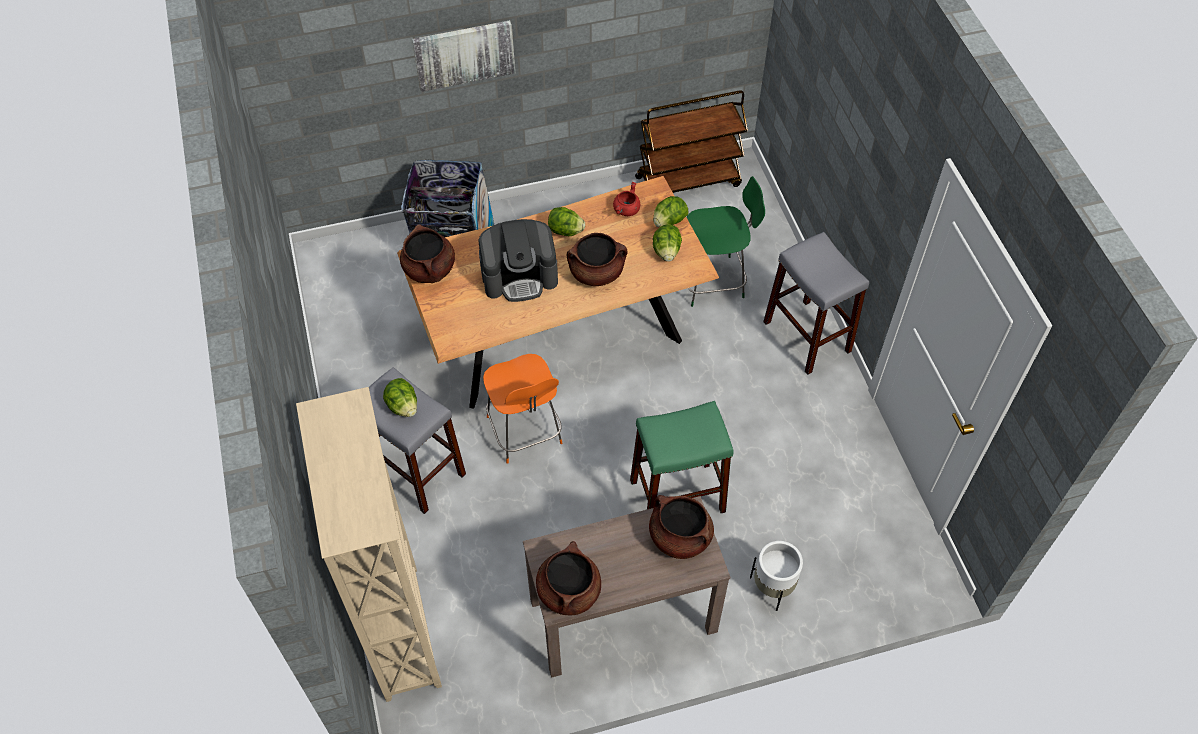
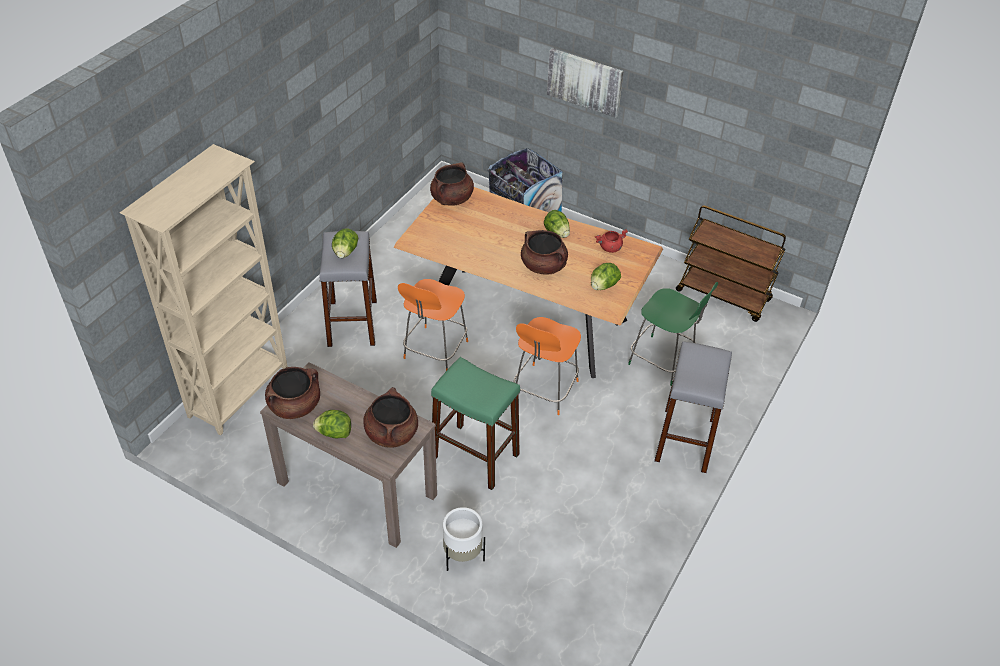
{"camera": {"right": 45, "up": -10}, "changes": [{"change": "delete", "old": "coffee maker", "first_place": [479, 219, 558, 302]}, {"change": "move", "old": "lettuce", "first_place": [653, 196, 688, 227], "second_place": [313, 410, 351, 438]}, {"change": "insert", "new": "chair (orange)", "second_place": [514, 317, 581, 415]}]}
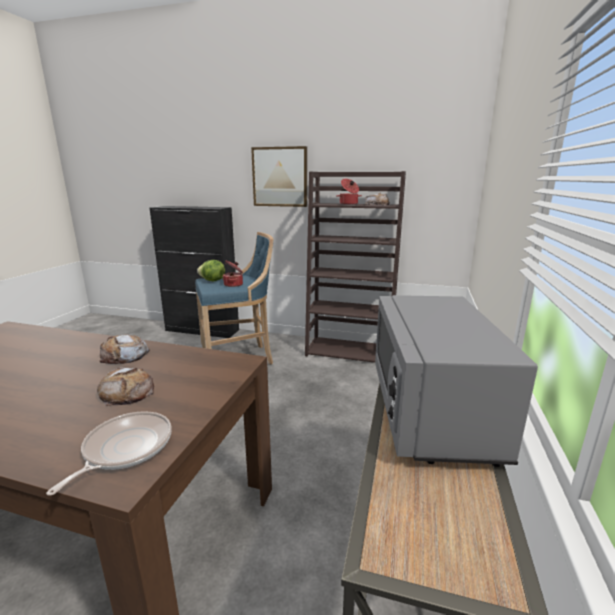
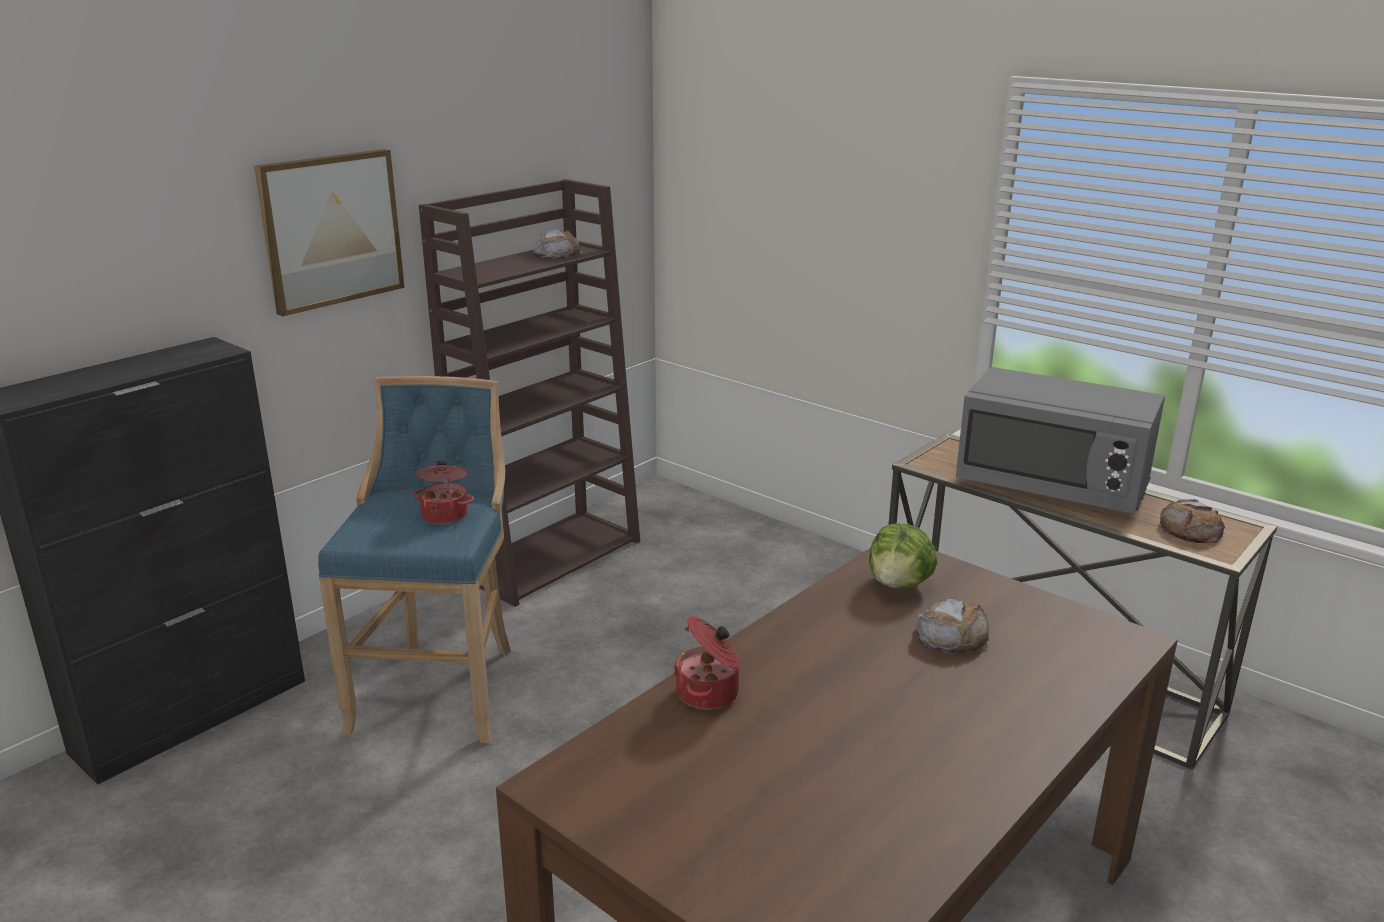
{"camera": {"right": -65, "up": 5}, "changes": [{"change": "delete", "old": "skillet", "first_place": [46, 411, 171, 496]}, {"change": "move", "old": "bread", "first_place": [99, 334, 150, 364], "second_place": [1160, 499, 1225, 543]}, {"change": "move", "old": "lettuce", "first_place": [197, 260, 225, 281], "second_place": [869, 523, 937, 589]}, {"change": "move", "old": "stockpot", "first_place": [336, 178, 362, 205], "second_place": [673, 616, 740, 710]}]}
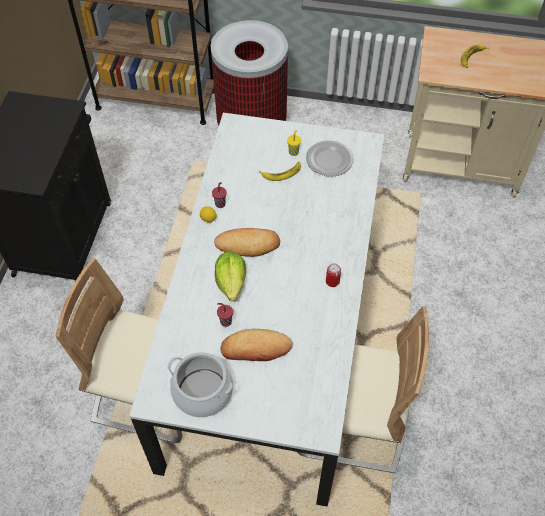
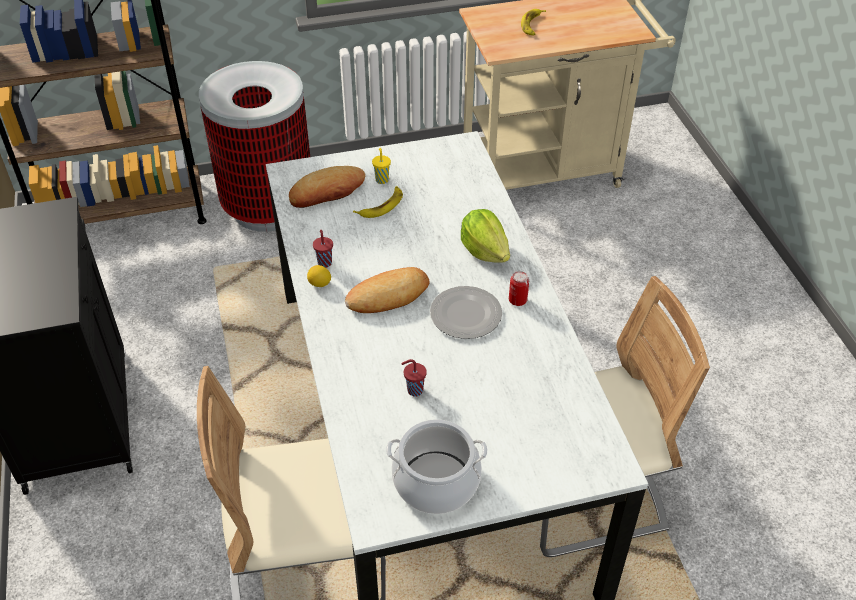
{"camera": {"right": -25, "up": -10}, "changes": [{"change": "move", "old": "lettuce", "first_place": [215, 252, 246, 301], "second_place": [461, 209, 510, 263]}, {"change": "move", "old": "bread", "first_place": [221, 329, 293, 361], "second_place": [289, 166, 366, 208]}, {"change": "move", "old": "dinner plate", "first_place": [306, 140, 353, 177], "second_place": [430, 286, 502, 339]}]}
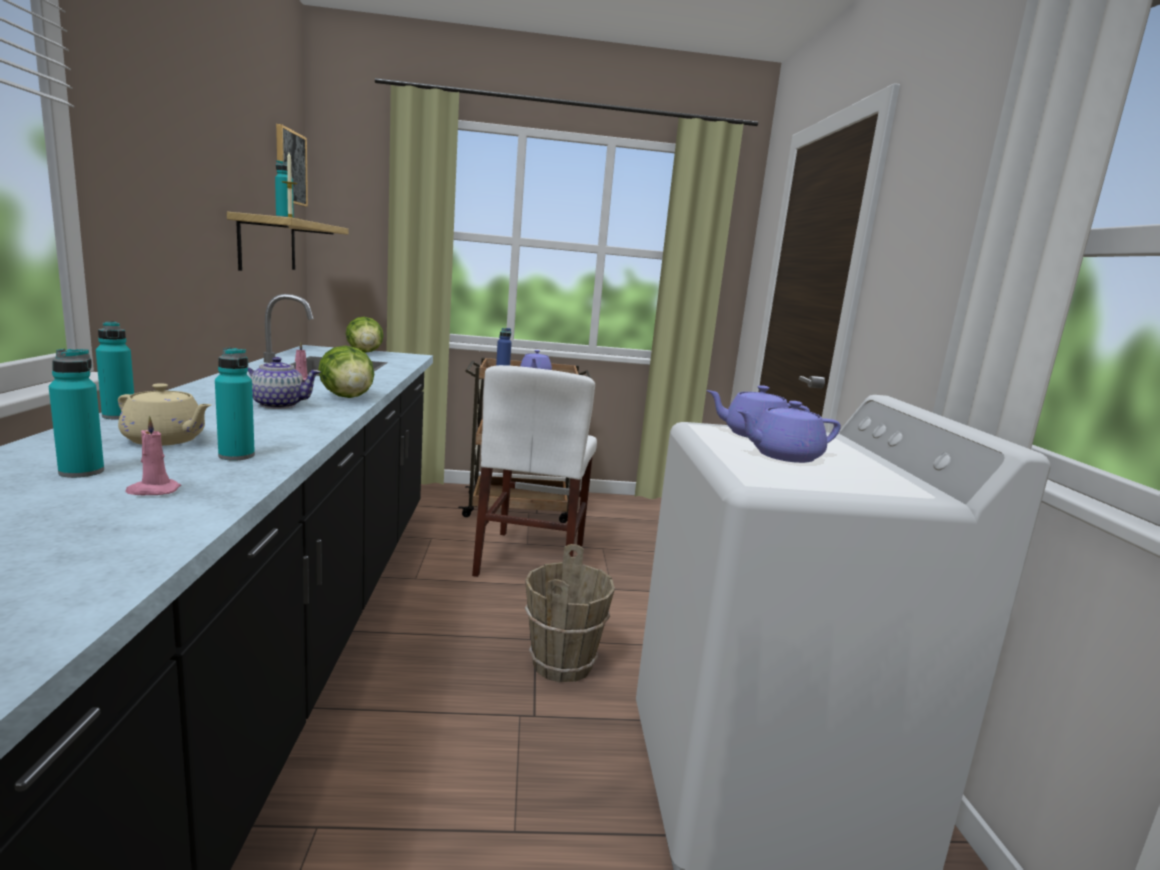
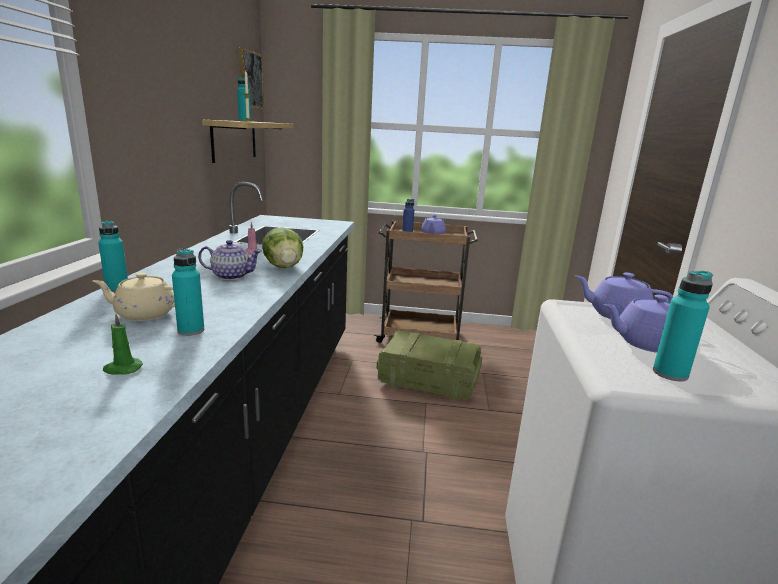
{"camera": {"right": 10, "up": 5}, "changes": [{"change": "move", "old": "drink bottle (turquoise)", "first_place": [49, 349, 104, 478], "second_place": [653, 271, 713, 381]}, {"change": "rotate", "old": "pot for tea (sand-coloured)", "first_place": [118, 383, 211, 446], "second_place": [93, 272, 175, 321], "degrees": 150}, {"change": "recolor", "old": "candle (pink)", "new": "candle (green-coloured)", "first_place": [126, 416, 181, 495], "second_place": [103, 314, 143, 375]}, {"change": "delete", "old": "lettuce", "first_place": [346, 317, 384, 353]}, {"change": "replace", "old": "chair (white)", "new": "crate", "first_place": [472, 365, 597, 577], "second_place": [377, 330, 482, 401]}, {"change": "delete", "old": "pail (brown-coloured)", "first_place": [525, 544, 615, 682]}]}
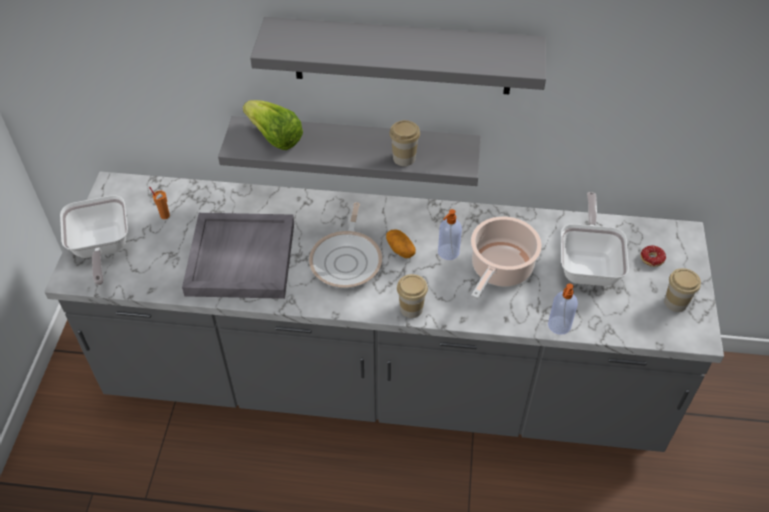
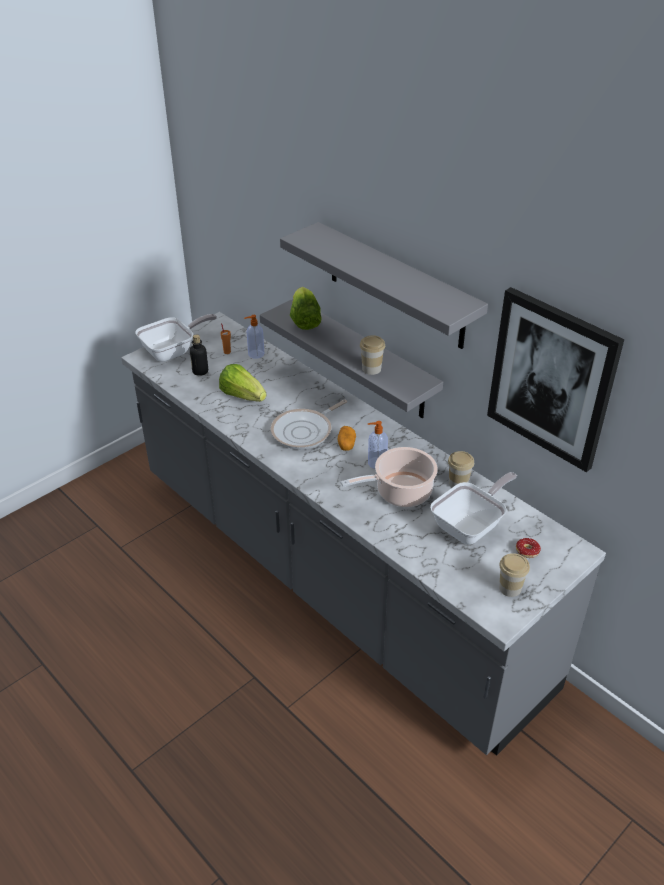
{"camera": {"right": 40, "up": -10}, "changes": [{"change": "rotate", "old": "skillet", "first_place": [60, 195, 128, 285], "second_place": [135, 314, 217, 362], "degrees": -150}, {"change": "replace", "old": "tray (greyish)", "new": "lettuce", "first_place": [182, 213, 294, 299], "second_place": [219, 364, 267, 402]}, {"change": "move", "old": "cup", "first_place": [397, 274, 428, 318], "second_place": [448, 451, 474, 488]}, {"change": "move", "old": "soap dispenser", "first_place": [548, 283, 578, 335], "second_place": [244, 315, 265, 359]}, {"change": "insert", "new": "drink bottle", "second_place": [190, 334, 208, 376]}, {"change": "insert", "new": "wall picture", "second_place": [487, 287, 624, 472]}]}
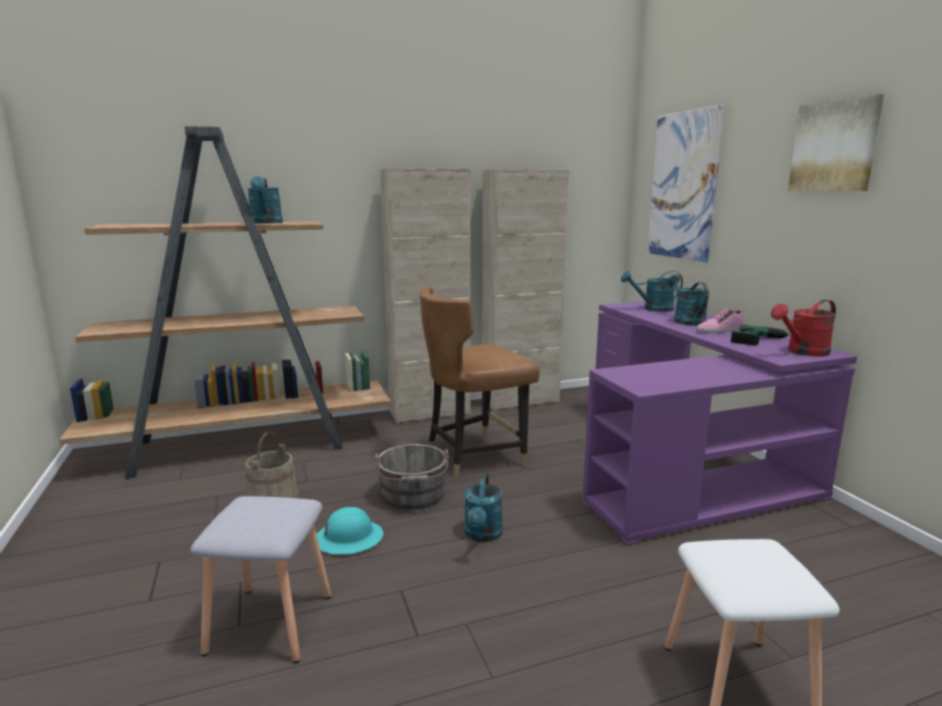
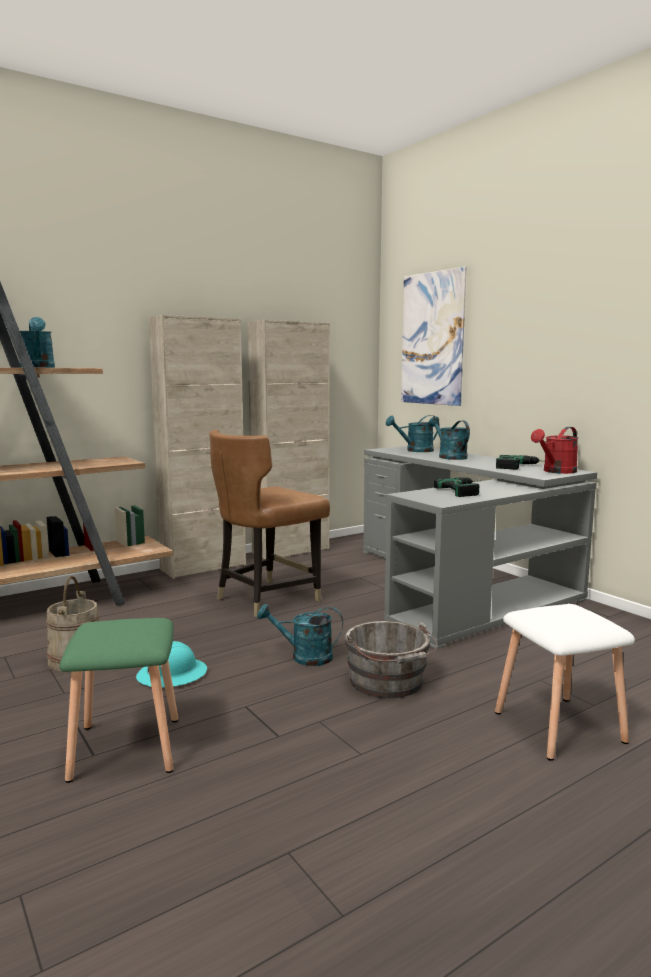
{"camera": {"right": -15, "up": -5}, "changes": [{"change": "recolor", "old": "sitting stool (greyish)", "new": "sitting stool (green-coloured)", "first_place": [190, 496, 331, 663], "second_place": [59, 618, 178, 783]}, {"change": "move", "old": "pail (greyish)", "first_place": [374, 444, 449, 510], "second_place": [345, 621, 438, 698]}, {"change": "rotate", "old": "sprinkling can (turquoise)", "first_place": [464, 473, 503, 542], "second_place": [257, 604, 343, 666], "degrees": 105}, {"change": "recolor", "old": "desk (purple)", "new": "desk (greyish)", "first_place": [582, 301, 857, 545], "second_place": [363, 446, 597, 649]}, {"change": "delete", "old": "item of footwear", "first_place": [696, 309, 744, 333]}, {"change": "delete", "old": "wall picture", "first_place": [788, 94, 884, 191]}, {"change": "insert", "new": "power drill", "second_place": [434, 477, 479, 497]}]}
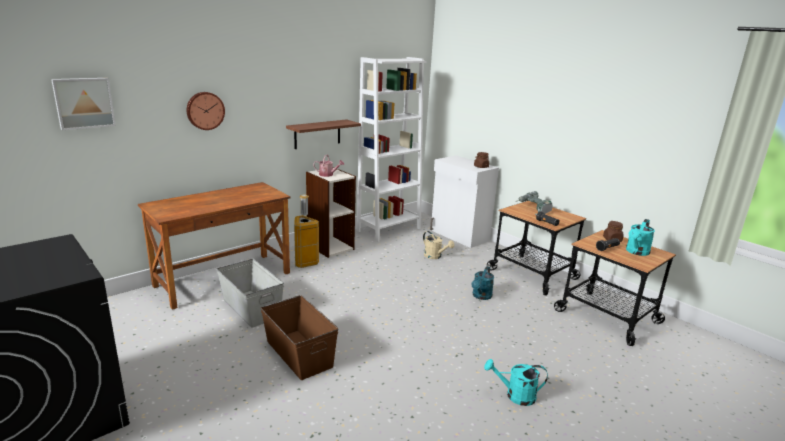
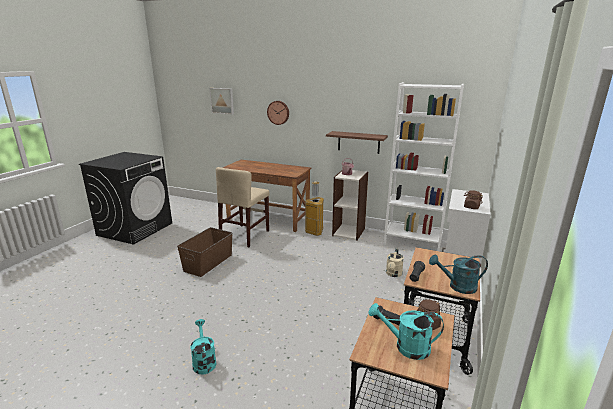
{"camera": {"right": 65, "up": 0}, "changes": [{"change": "replace", "old": "storage bin (greyish)", "new": "chair (sand-coloured)", "first_place": [217, 259, 284, 328], "second_place": [216, 167, 270, 247]}, {"change": "move", "old": "sprinkling can (turquoise)", "first_place": [471, 266, 494, 300], "second_place": [429, 255, 488, 294]}, {"change": "delete", "old": "power drill", "first_place": [515, 191, 552, 215]}]}
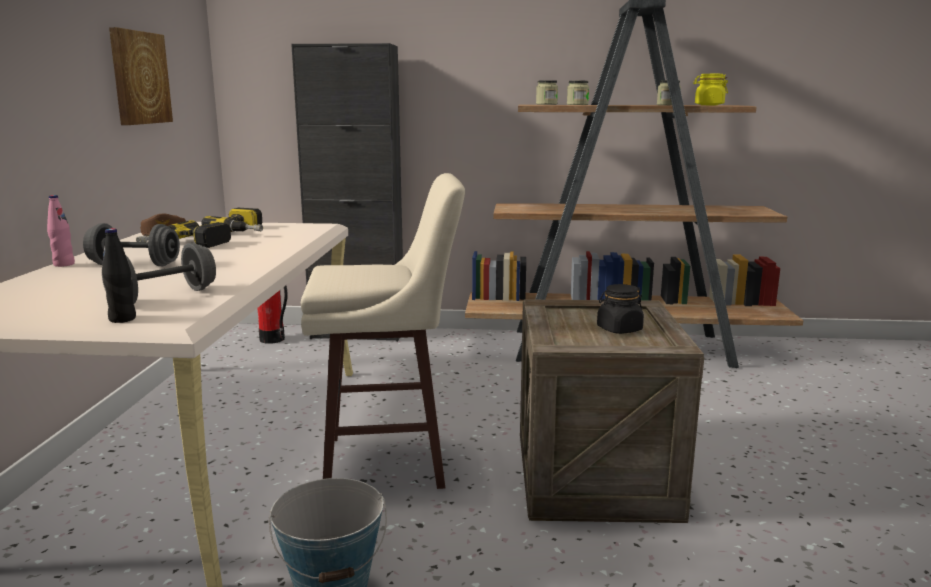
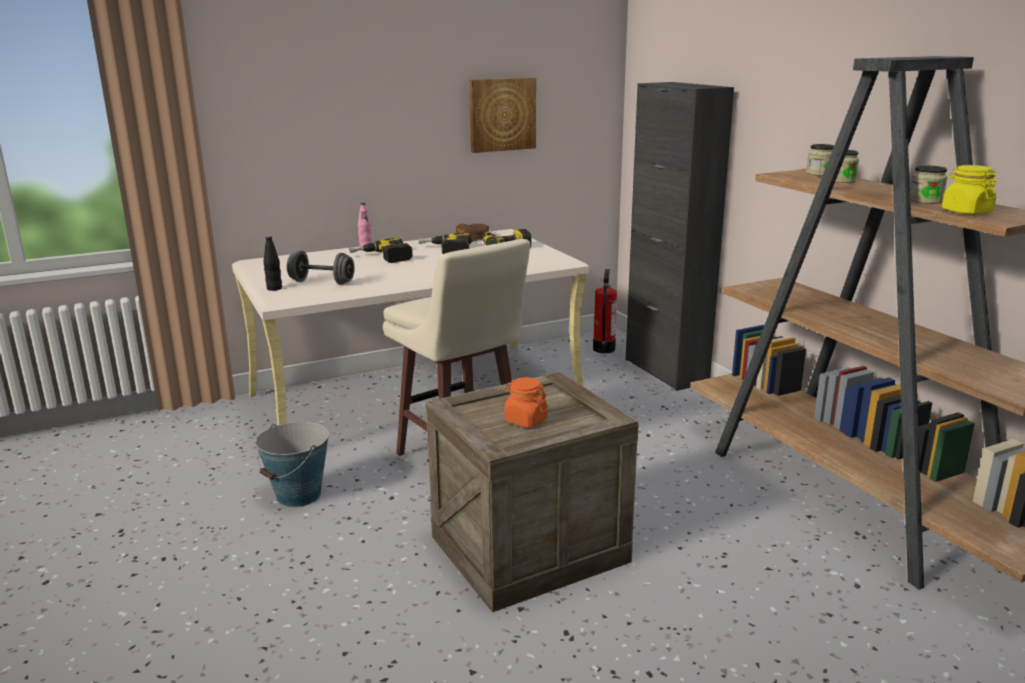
{"camera": {"right": 60, "up": 5}, "changes": [{"change": "replace", "old": "dumbbell (greyish)", "new": "power drill", "first_place": [83, 223, 180, 266], "second_place": [349, 238, 413, 263]}, {"change": "recolor", "old": "preserve jar (black-coloured)", "new": "preserve jar (orange)", "first_place": [597, 284, 644, 334], "second_place": [504, 377, 548, 428]}]}
